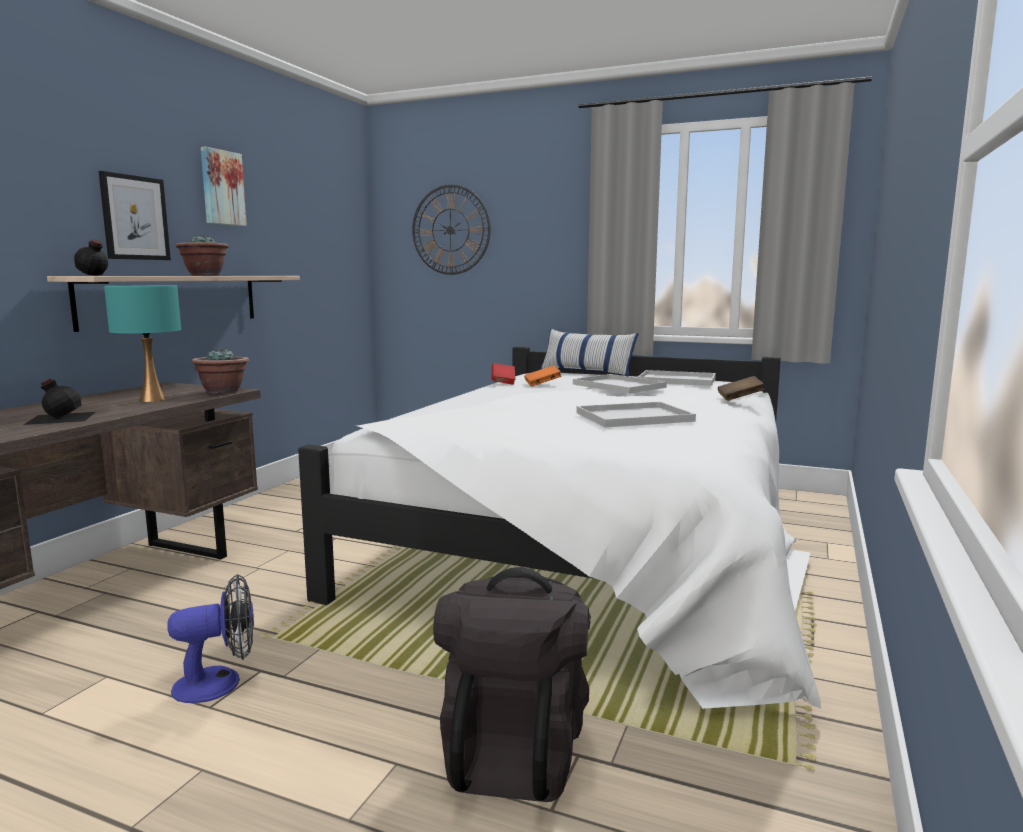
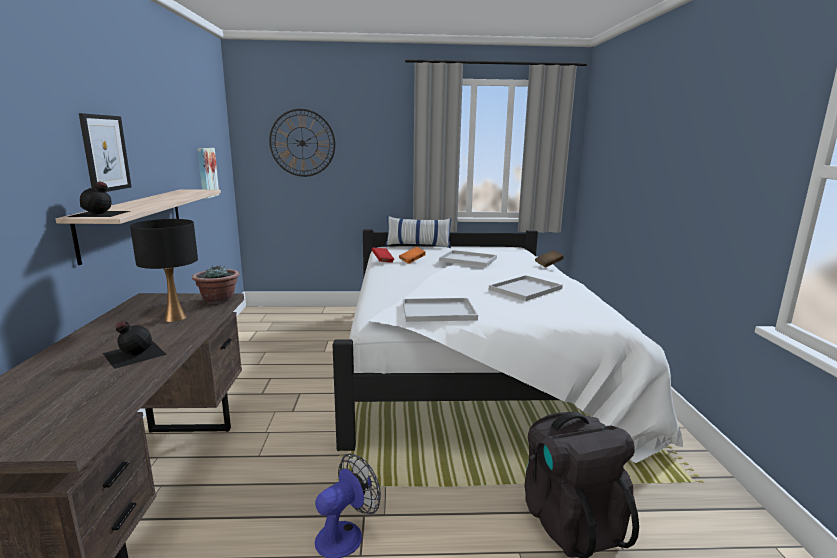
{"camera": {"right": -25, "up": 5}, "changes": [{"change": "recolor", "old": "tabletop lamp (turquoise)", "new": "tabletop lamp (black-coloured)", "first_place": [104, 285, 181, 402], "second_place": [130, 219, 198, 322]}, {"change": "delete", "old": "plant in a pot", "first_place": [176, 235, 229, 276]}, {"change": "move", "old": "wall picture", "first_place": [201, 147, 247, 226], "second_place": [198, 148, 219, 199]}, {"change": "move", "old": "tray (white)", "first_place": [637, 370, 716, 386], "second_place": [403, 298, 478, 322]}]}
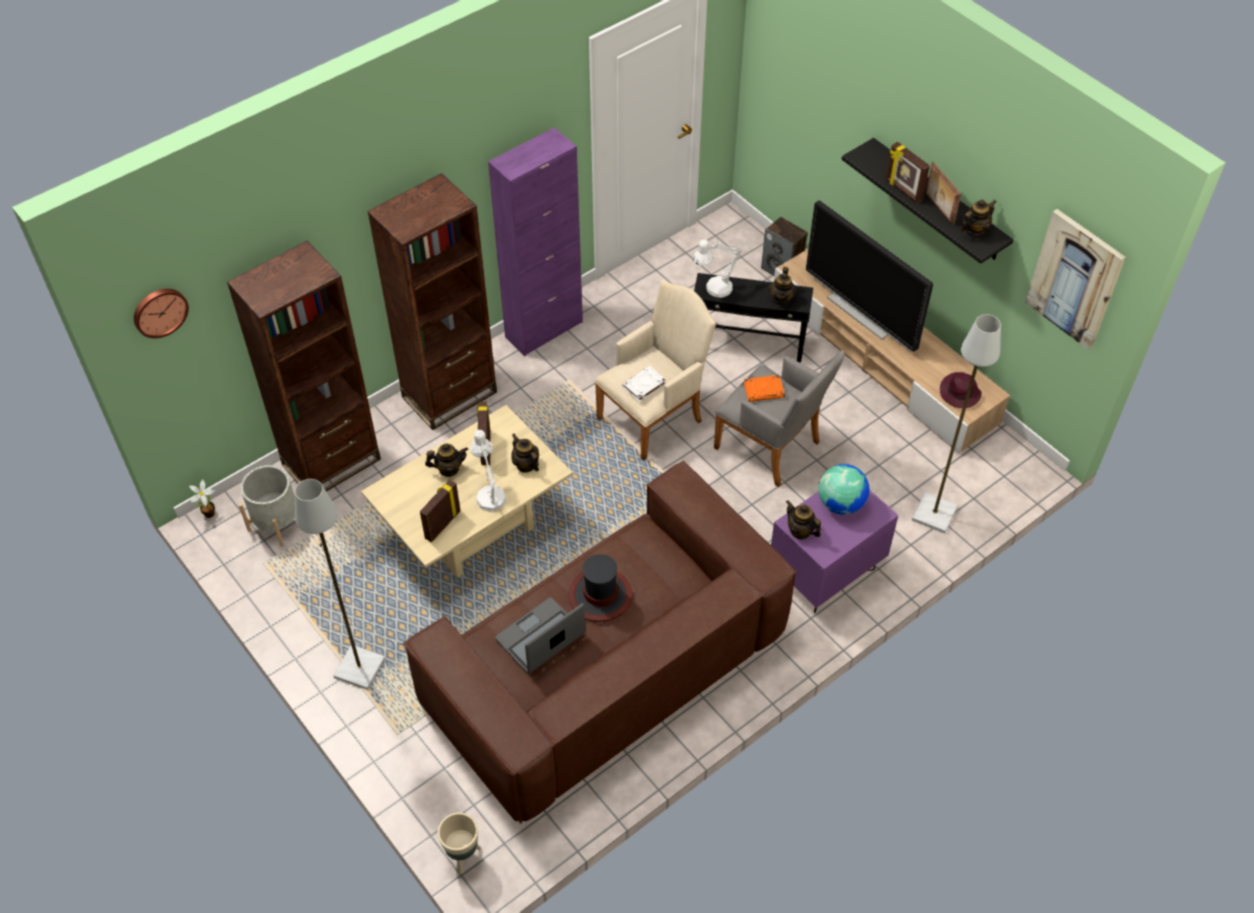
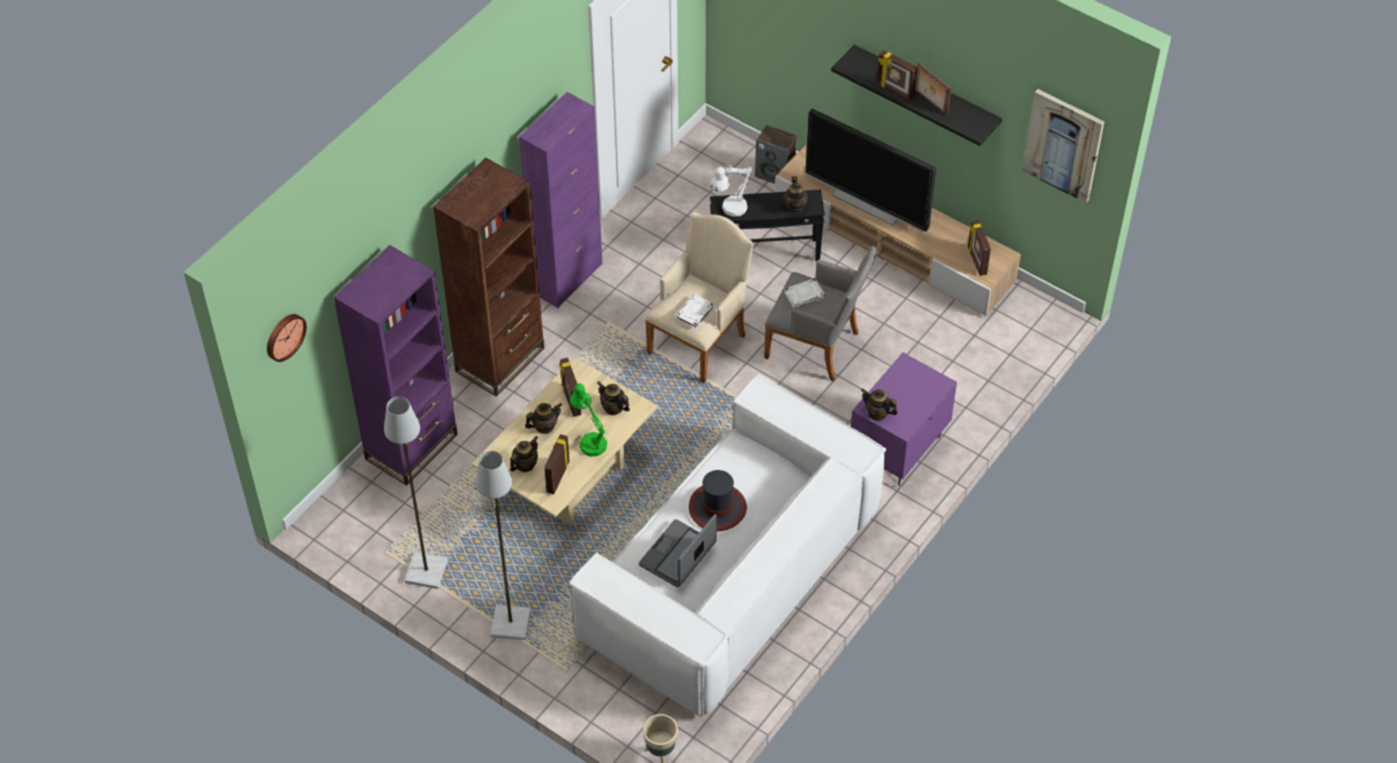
{"camera": {"right": -15, "up": 0}, "changes": [{"change": "delete", "old": "plant in a pot", "first_place": [189, 479, 215, 518]}, {"change": "recolor", "old": "bookshelf (brown-coloured)", "new": "bookshelf (purple)", "first_place": [227, 241, 381, 491], "second_place": [333, 245, 457, 486]}, {"change": "delete", "old": "plant pot (greyish)", "first_place": [239, 465, 295, 547]}, {"change": "recolor", "old": "couch (brown-coloured)", "new": "couch (white)", "first_place": [403, 461, 797, 824], "second_place": [569, 374, 886, 717]}, {"change": "recolor", "old": "tabletop lamp (white)", "new": "tabletop lamp (green-coloured)", "first_place": [470, 430, 506, 511], "second_place": [570, 383, 607, 456]}, {"change": "recolor", "old": "volume (orange)", "new": "volume (white)", "first_place": [744, 375, 785, 402], "second_place": [784, 278, 825, 308]}, {"change": "delete", "old": "globe", "first_place": [819, 464, 869, 515]}, {"change": "move", "old": "standing lamp (greyish)", "first_place": [912, 314, 1001, 533], "second_place": [384, 397, 448, 589]}, {"change": "replace", "old": "wearable hat (purple)", "new": "photo frame", "first_place": [940, 372, 982, 408], "second_place": [968, 220, 991, 276]}, {"change": "move", "old": "pot for tea", "first_place": [960, 200, 996, 237], "second_place": [510, 436, 538, 472]}]}
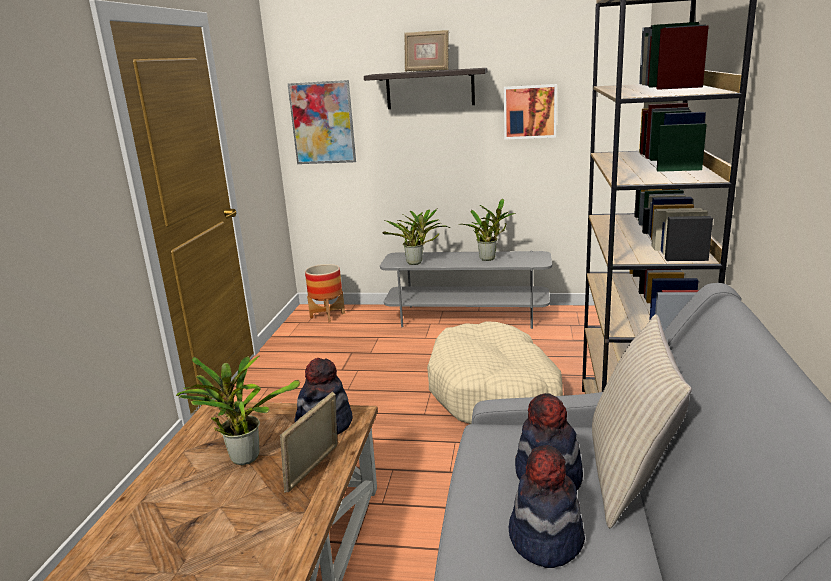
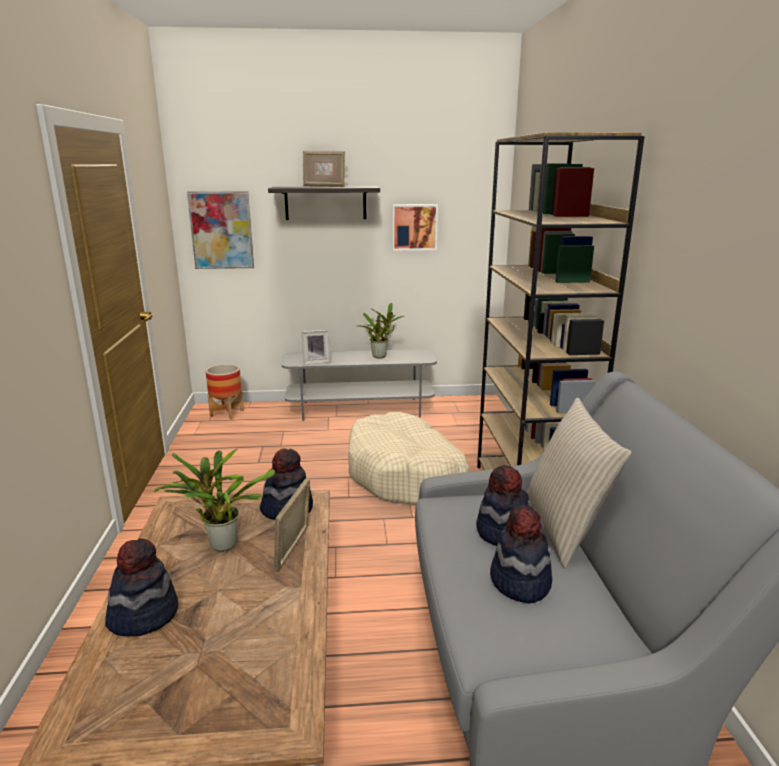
{"camera": {"right": -15, "up": 0}, "changes": [{"change": "replace", "old": "plant in a pot", "new": "photo frame", "first_place": [382, 208, 450, 265], "second_place": [302, 330, 330, 364]}, {"change": "insert", "new": "wearable hat", "second_place": [105, 538, 178, 637]}]}
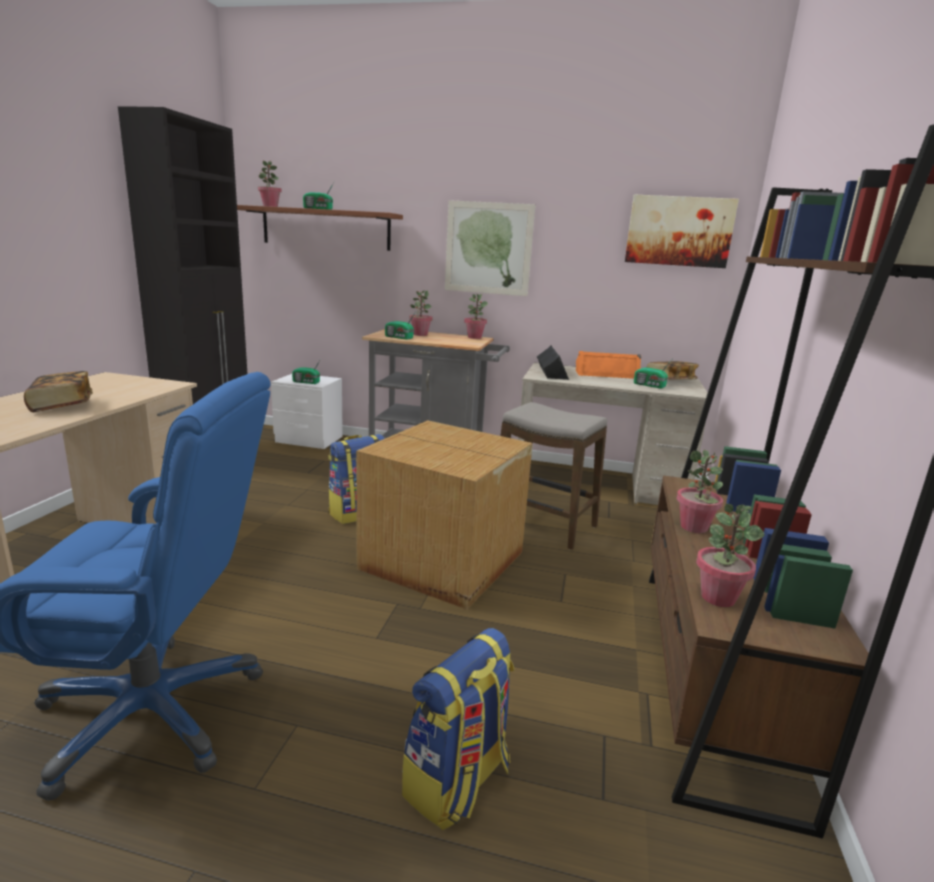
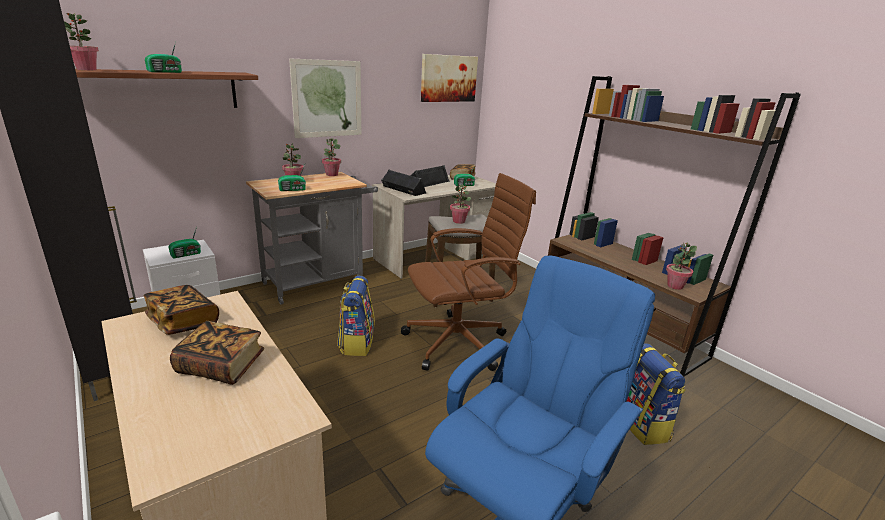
{"camera": {"right": -50, "up": 5}, "changes": [{"change": "replace", "old": "packing box", "new": "computer chair (brown-coloured)", "first_place": [356, 420, 533, 609], "second_place": [401, 173, 536, 371]}, {"change": "recolor", "old": "loudspeaker (orange)", "new": "loudspeaker (black-coloured)", "first_place": [576, 351, 641, 379], "second_place": [411, 165, 450, 187]}, {"change": "move", "old": "plant in a pot", "first_place": [677, 450, 723, 533], "second_place": [450, 184, 471, 224]}, {"change": "insert", "new": "volume", "second_place": [144, 285, 219, 335]}]}
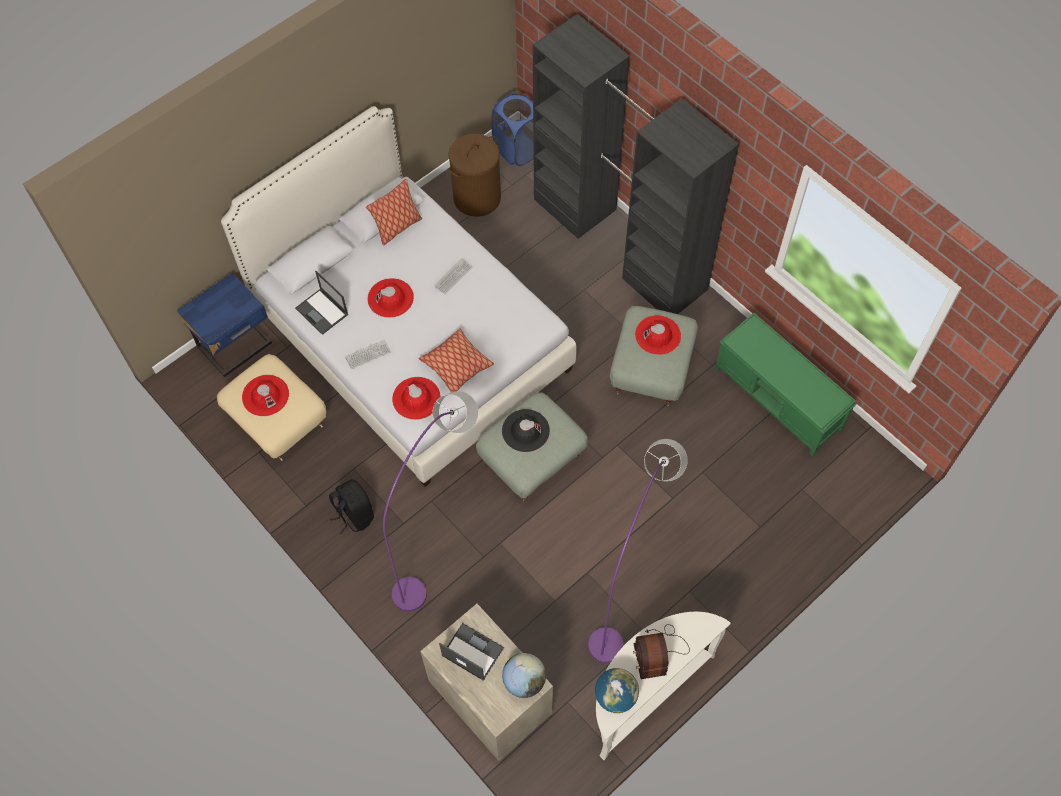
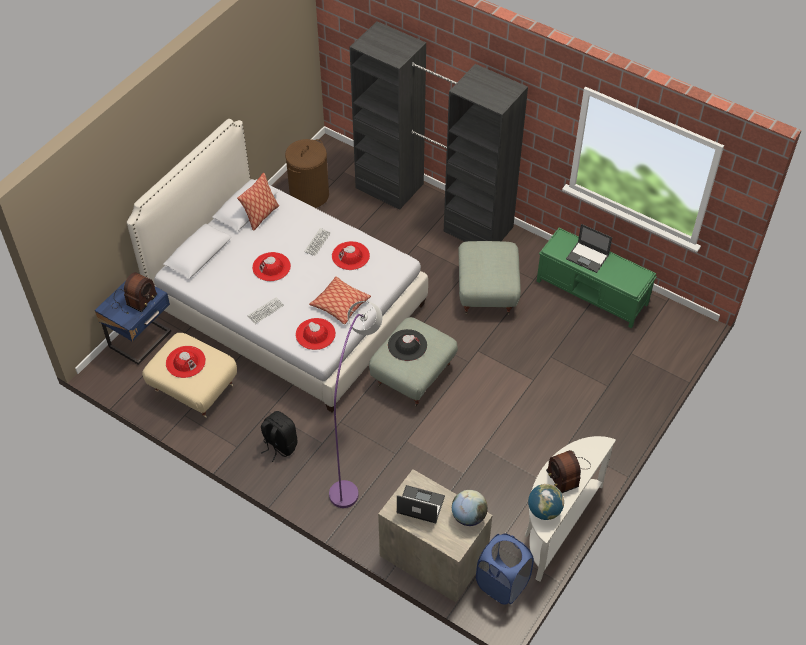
{"camera": {"right": -15, "up": -10}, "changes": [{"change": "move", "old": "laptop", "first_place": [295, 270, 349, 335], "second_place": [566, 224, 612, 273]}, {"change": "move", "old": "washing basket (blue)", "first_place": [491, 94, 534, 166], "second_place": [476, 533, 534, 605]}, {"change": "delete", "old": "standing lamp (purple)", "first_place": [588, 439, 688, 663]}, {"change": "move", "old": "wearable hat (reddish)", "first_place": [635, 315, 681, 355], "second_place": [332, 241, 370, 270]}, {"change": "insert", "new": "radio", "second_place": [113, 272, 158, 314]}]}
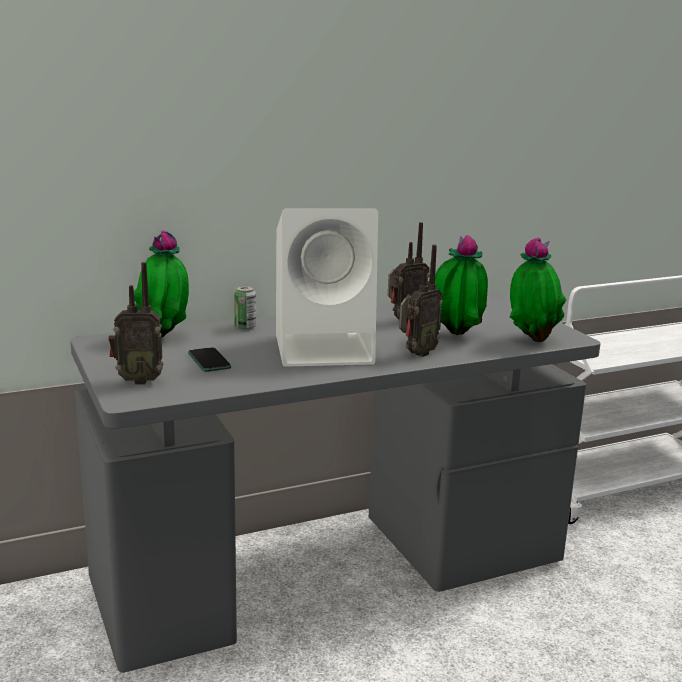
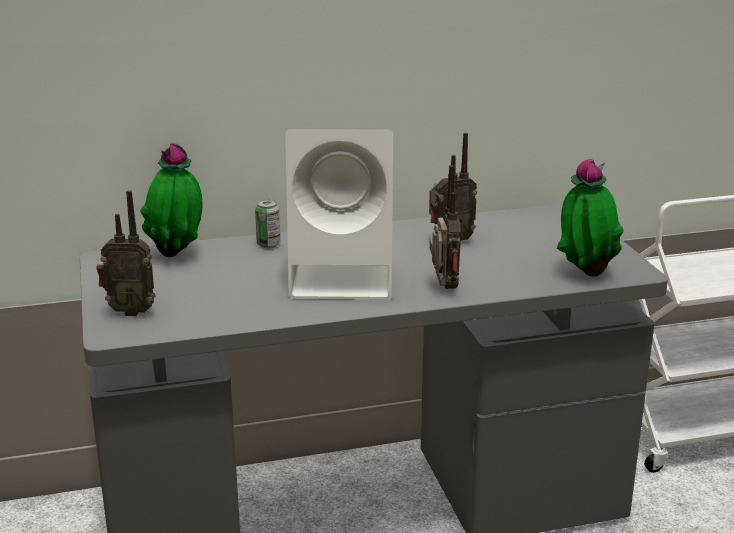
{"camera": {"right": 10, "up": 5}, "changes": [{"change": "delete", "old": "handset", "first_place": [188, 347, 231, 372]}, {"change": "rotate", "old": "radio", "first_place": [399, 245, 443, 357], "second_place": [430, 165, 461, 289], "degrees": -60}, {"change": "delete", "old": "plant in a pot", "first_place": [435, 235, 488, 335]}]}
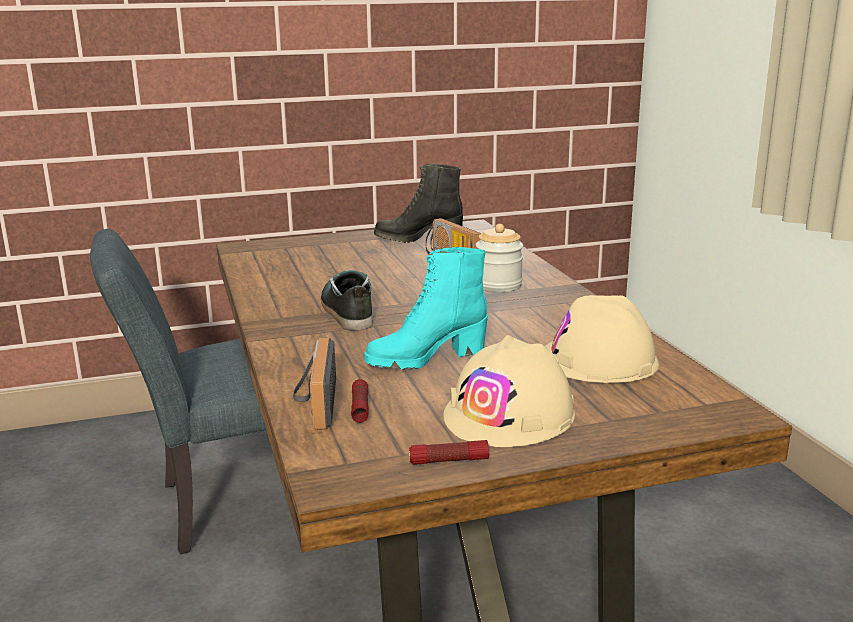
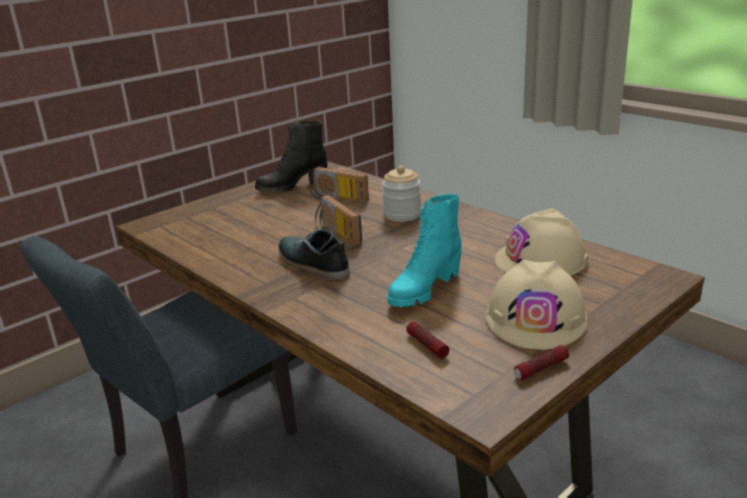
{"camera": {"right": -25, "up": 5}, "changes": [{"change": "move", "old": "radio", "first_place": [293, 338, 336, 430], "second_place": [315, 195, 362, 246]}]}
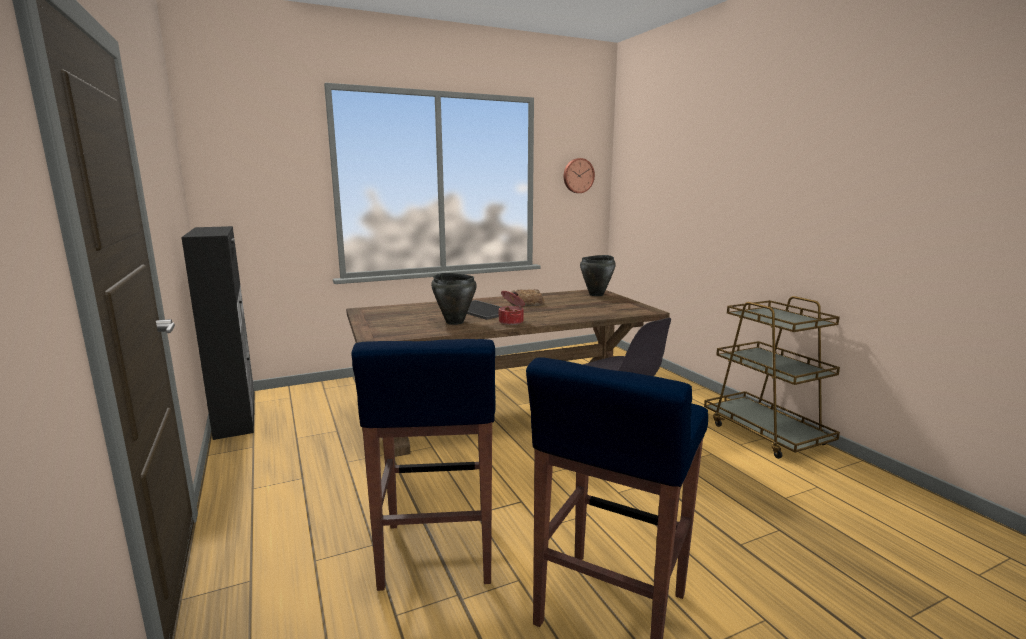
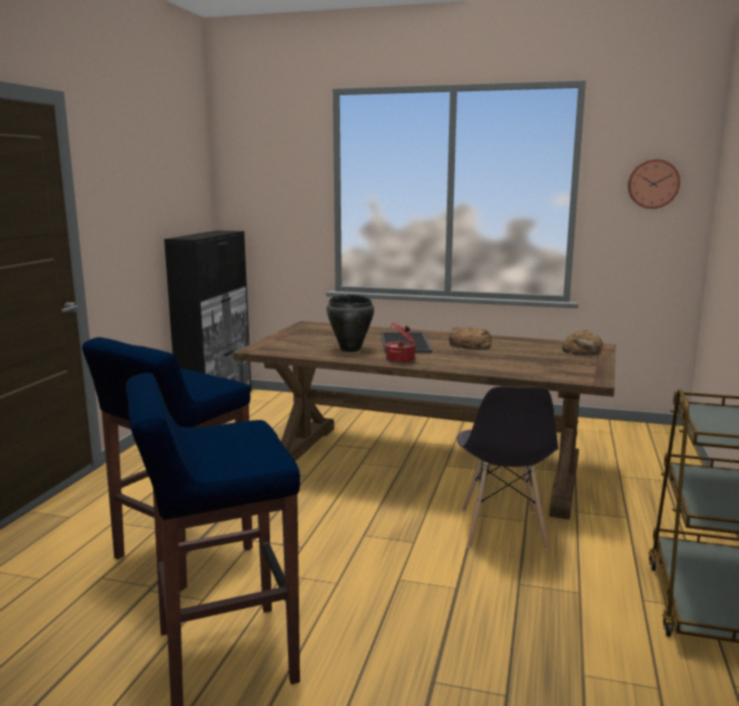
{"camera": {"right": 40, "up": 0}, "changes": [{"change": "replace", "old": "stockpot (black-coloured)", "new": "bread", "first_place": [580, 255, 616, 296], "second_place": [562, 330, 603, 356]}]}
